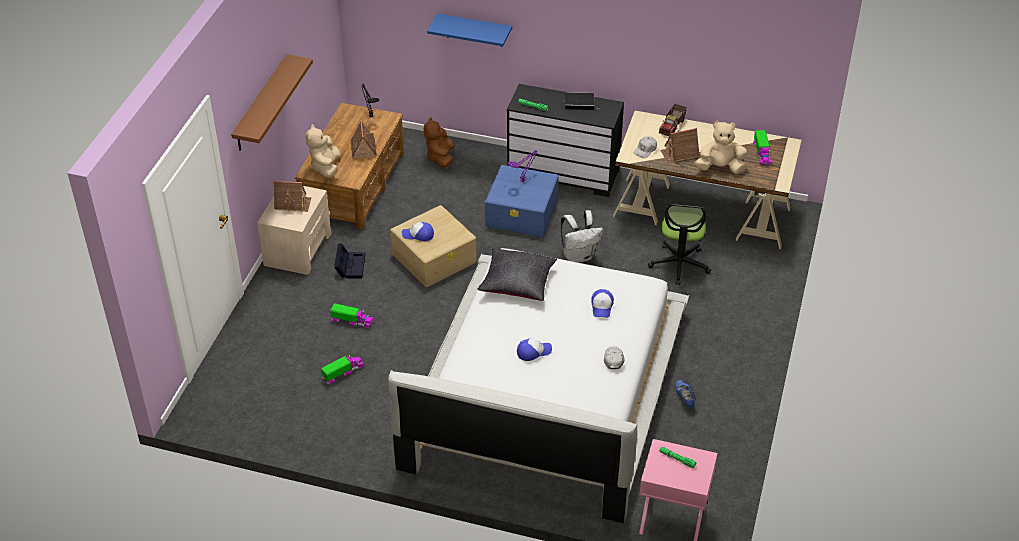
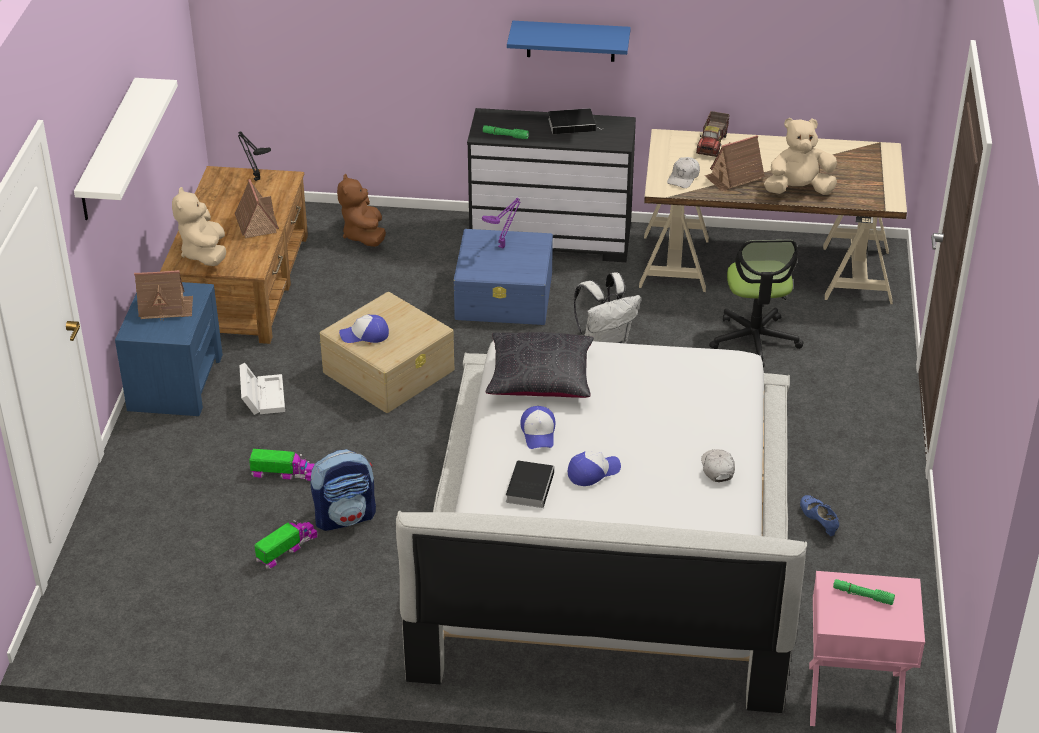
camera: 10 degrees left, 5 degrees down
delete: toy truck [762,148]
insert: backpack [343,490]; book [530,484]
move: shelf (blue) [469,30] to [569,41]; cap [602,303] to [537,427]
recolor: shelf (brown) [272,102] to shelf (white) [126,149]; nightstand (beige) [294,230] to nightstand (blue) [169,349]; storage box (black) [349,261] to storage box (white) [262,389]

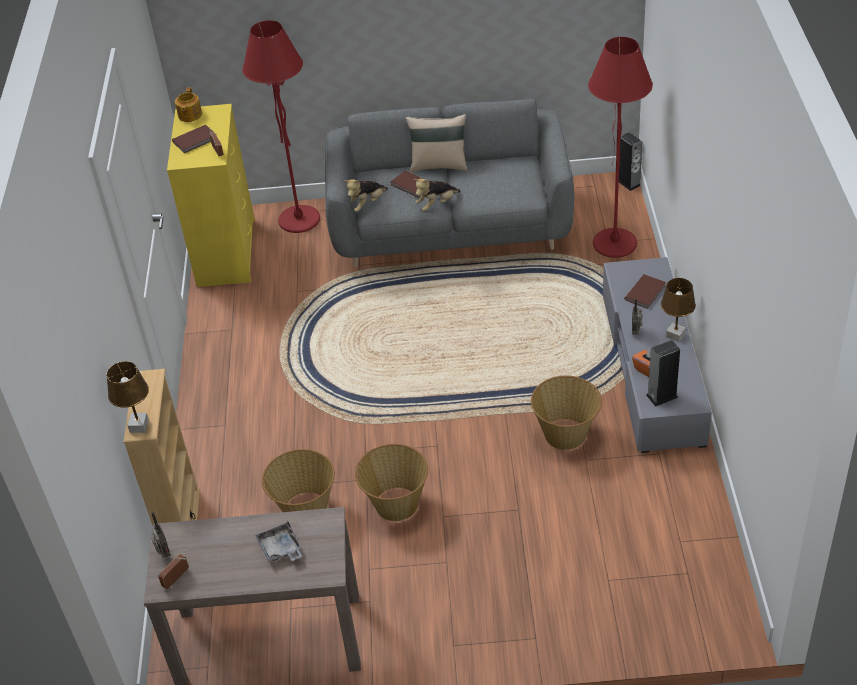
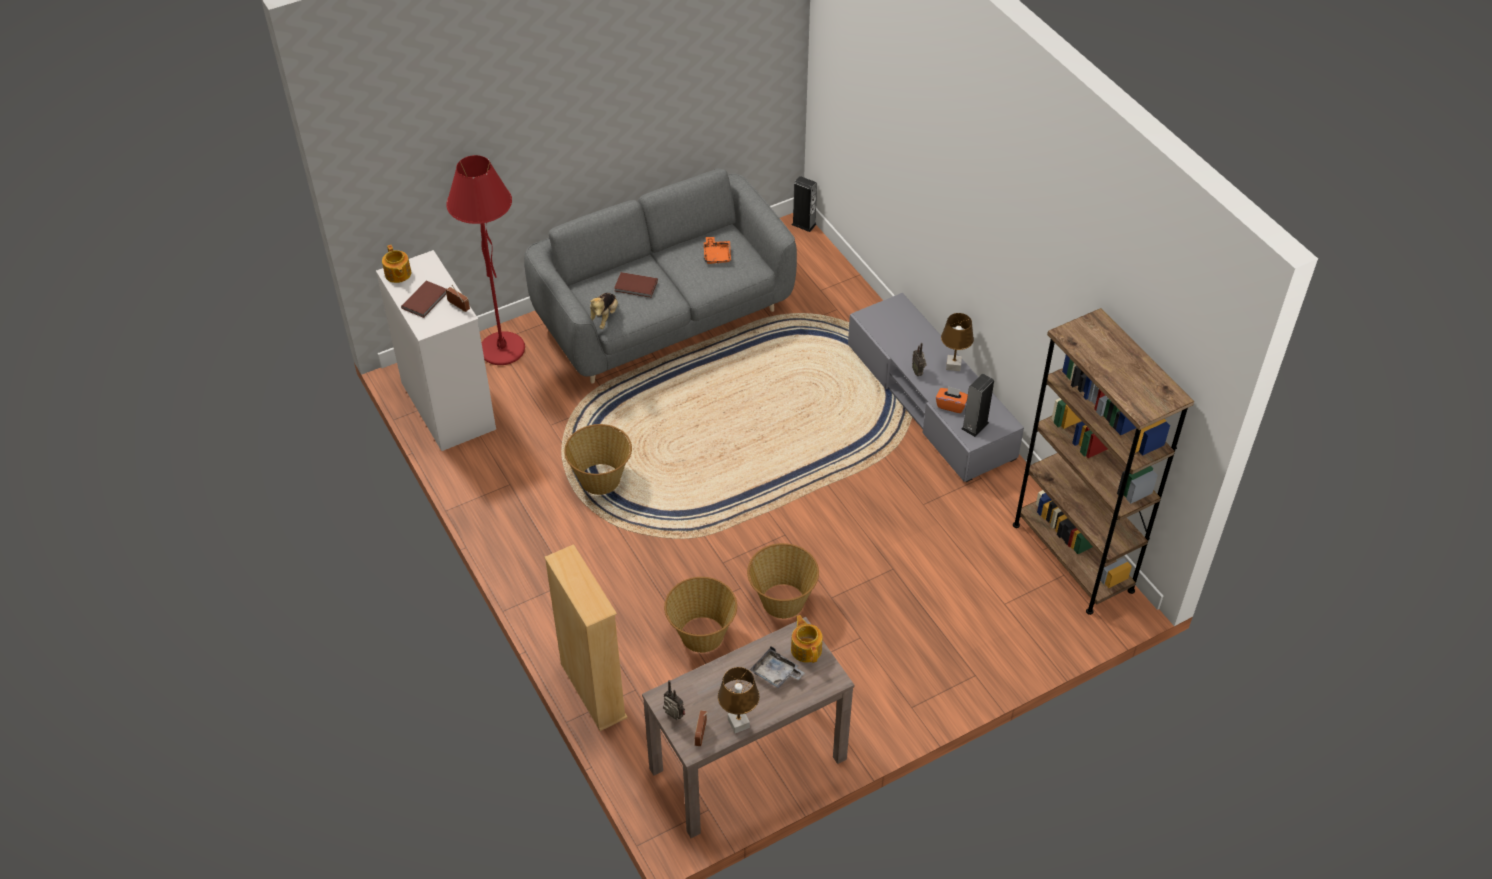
camera: 30 degrees left, 5 degrees up
delete: pillow (beige) [436,143]; plush toy [437,195]; floor lamp (red) [620,147]; book (brown) [645,291]
insert: tray (orange) [717,250]; teapot [806,639]; bookcase (brown) [1103,461]
move: table lamp (brown) [127,397] to [738,700]; basket [566,413] to [598,459]
recolor: dresser (yellow) [211,195] to dresser (white) [436,350]

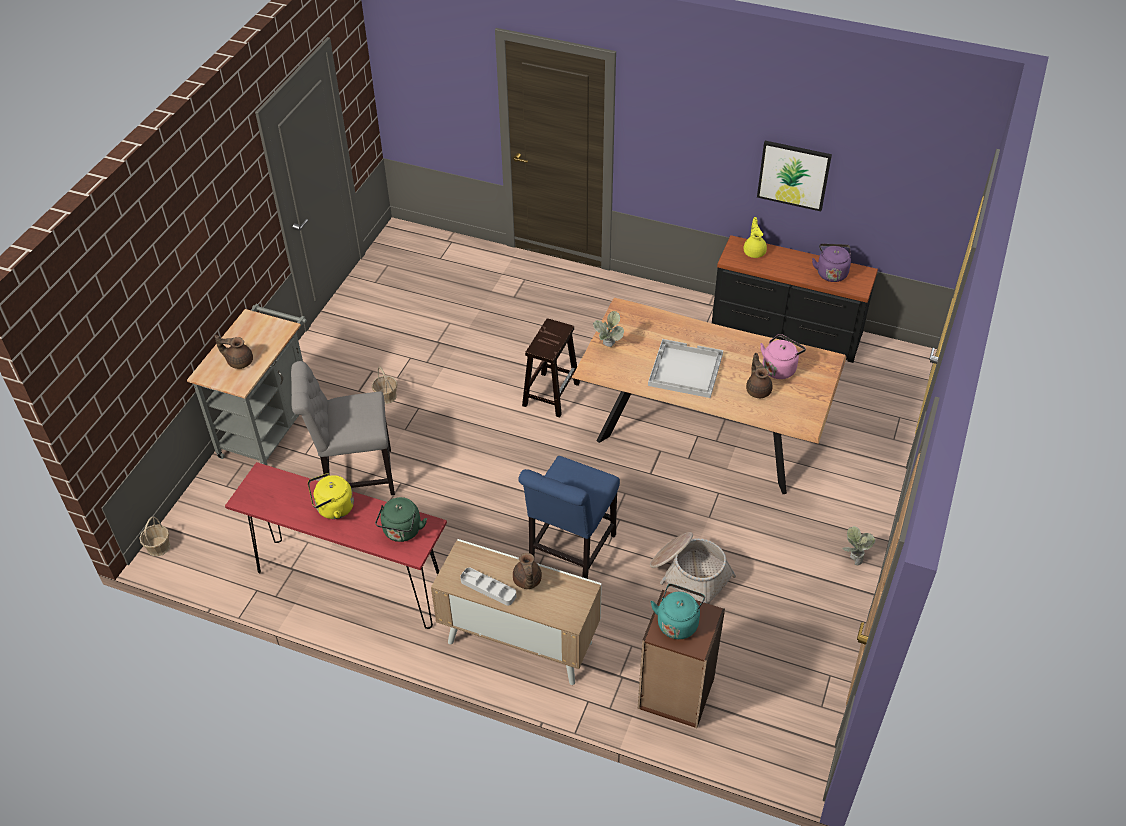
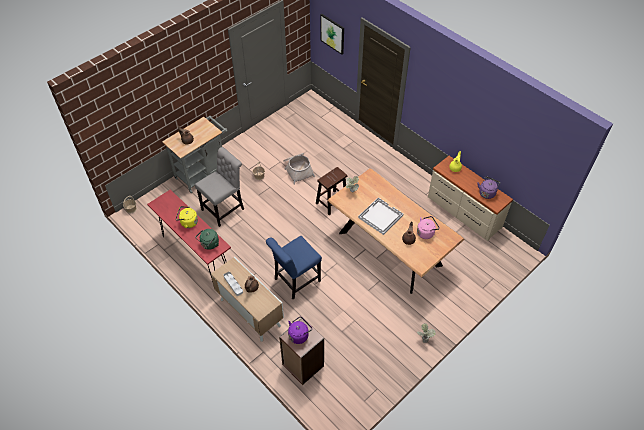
camera: 25 degrees right, 5 degrees up
move: basket [693,568] to [299,169]; picture [794,176] to [332,34]
recolor: kettle (turquoise) [678,611] to kettle (purple) [300,330]; dresser (black) [795,299] to dresser (beige) [470,198]
rotate: chair (grey) [343,428] = [219,187] 120 degrees clockwise

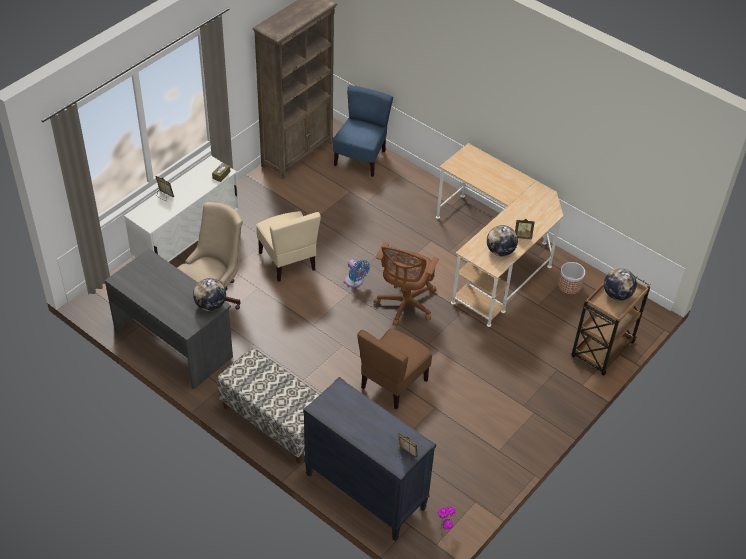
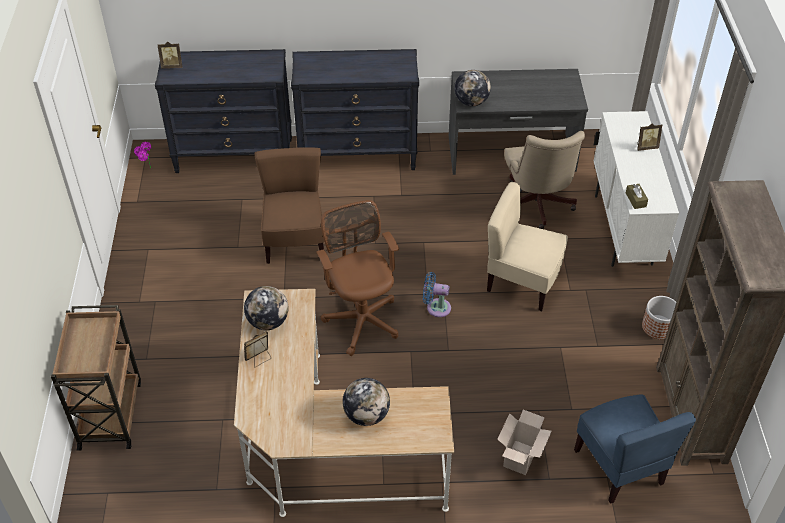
camera: 140 degrees right, 0 degrees up
insert: cardboard box [524,442]
move: planter [571,278] to [659,317]; globe [620,284] to [366,402]
replace: bench [268,405] to dresser (black) [355,109]

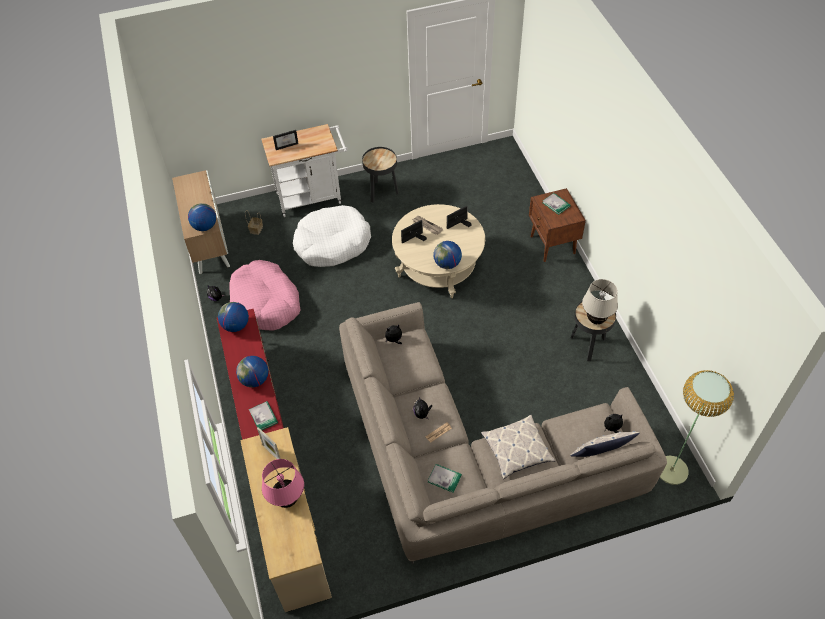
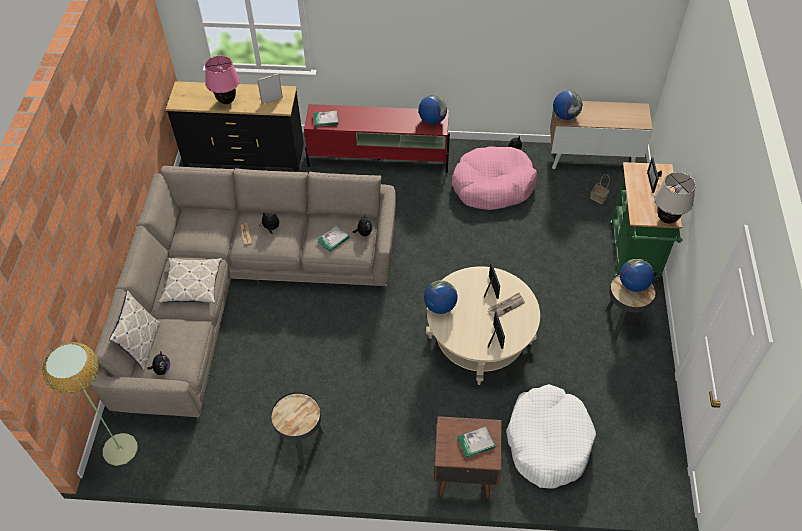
camera: 110 degrees right, 0 degrees up
move: globe [252,371] to [637,275]; dog bed (white) [332,236] to [551,436]; book [445,478] to [333,238]; table lamp (beige) [600,301] to [675,198]
recolor: dresser (beige) [286,519] to dresser (black) [235,126]; cart (white) [304,170] to cart (green) [646,221]

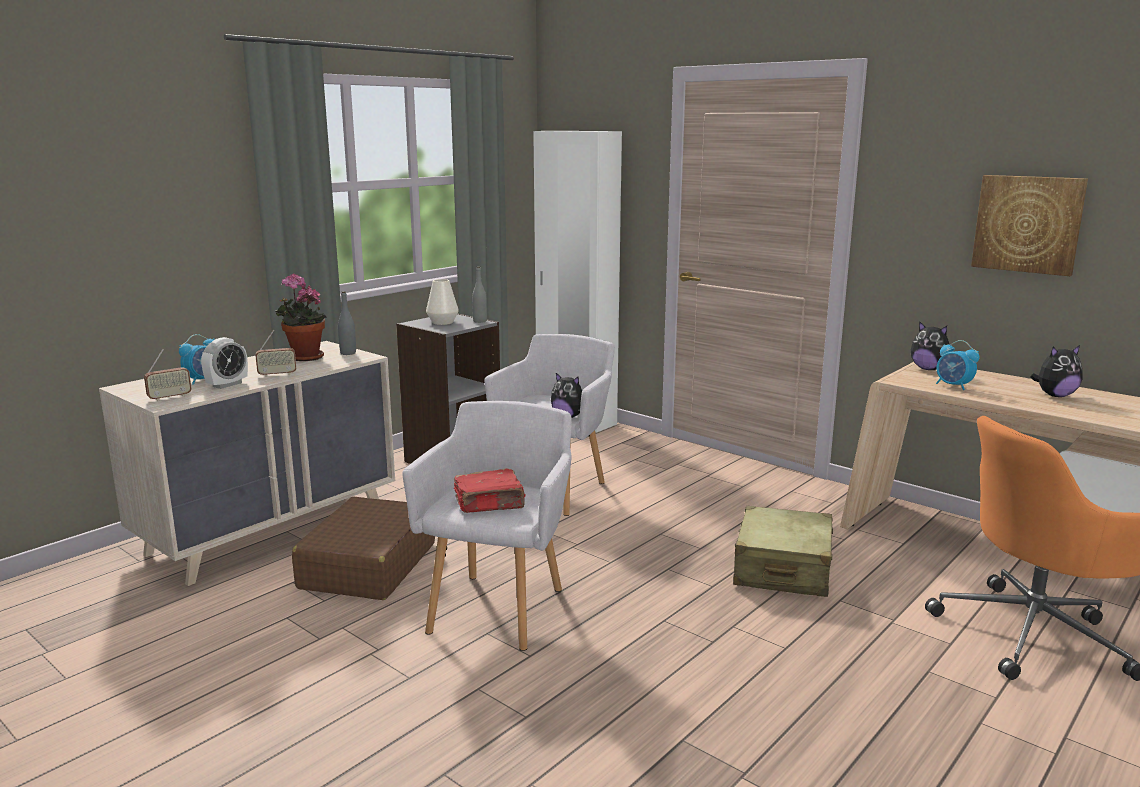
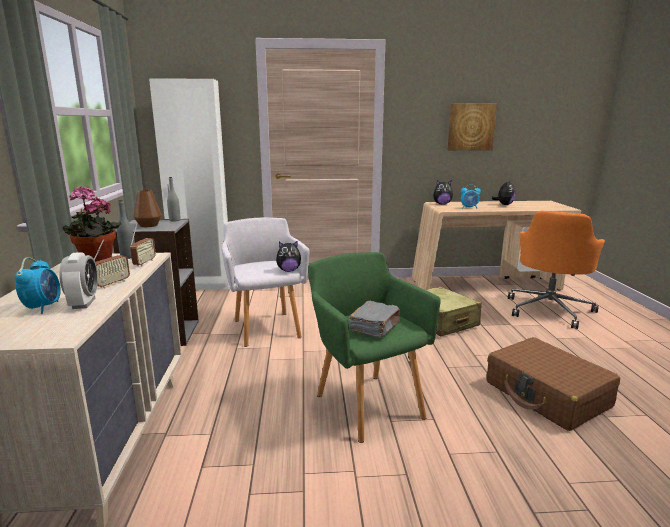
camera: 45 degrees left, 0 degrees up
move: radio [168,375] to [143,245]; suitcase (brown) [363,548] to [553,384]
recolor: armchair (grey) [487,526] to armchair (green) [374,347]; vase (white) [442,302] to vase (brown) [147,208]; book (red) [489,491] to book (grey) [374,319]

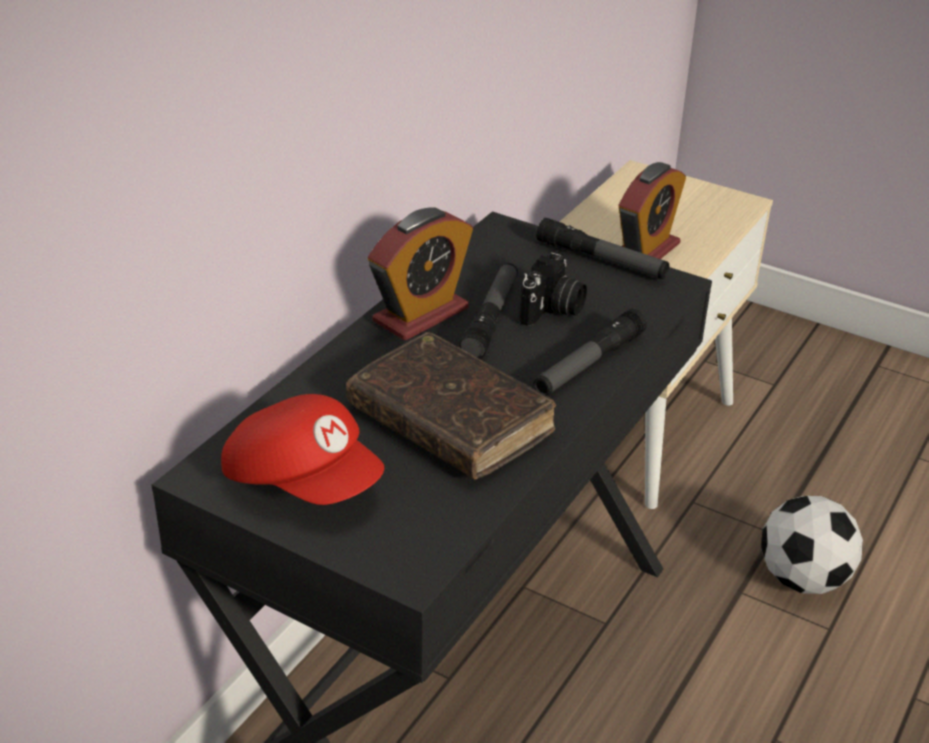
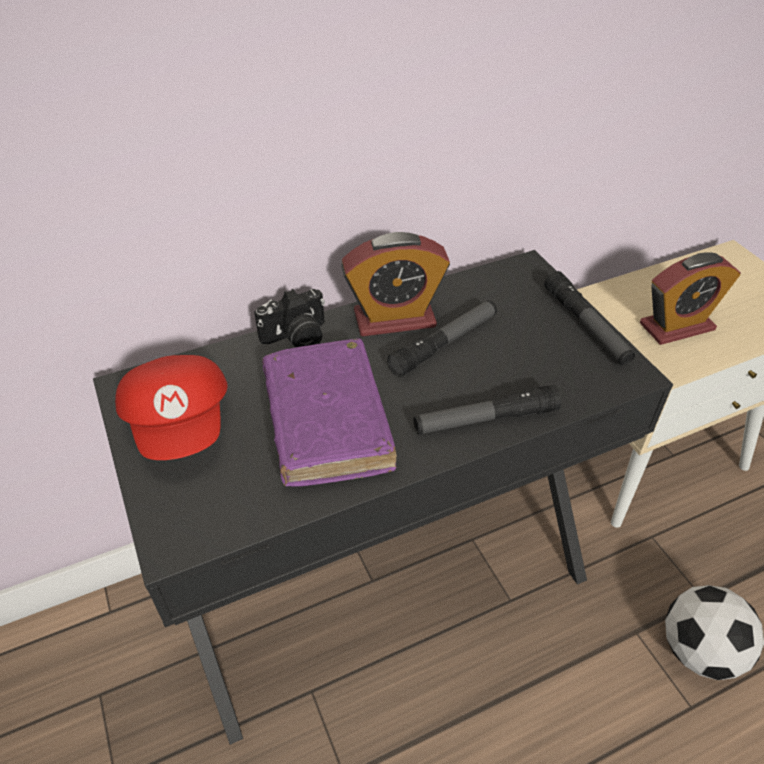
camera: 35 degrees right, 10 degrees up
move: photo camera [553,288] to [289,318]
recolor: book (brown) [451,406] to book (purple) [329,412]

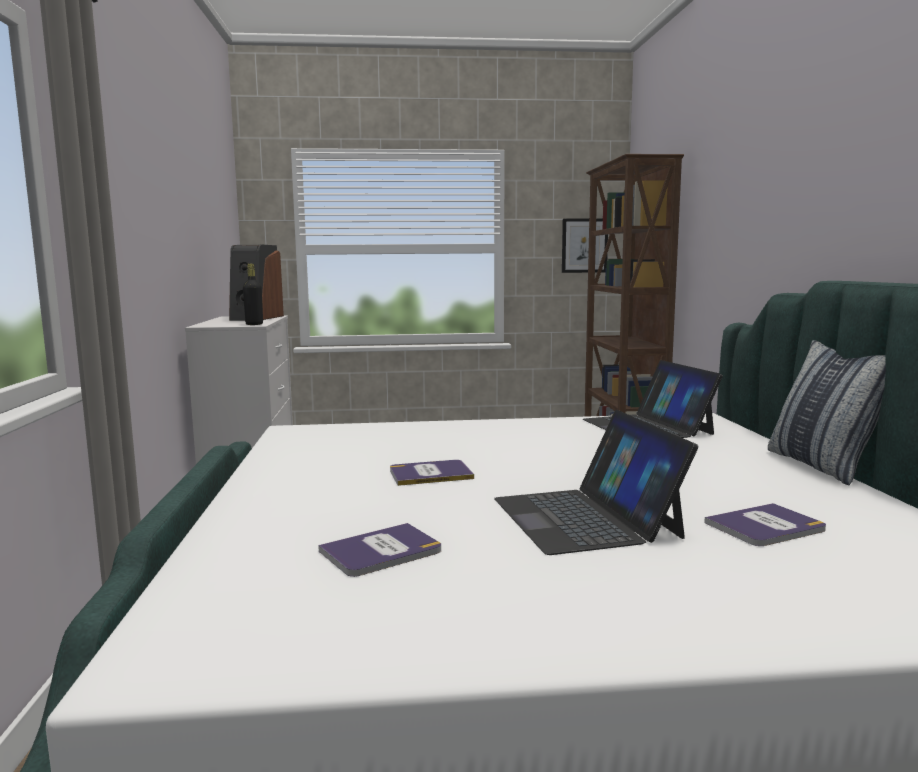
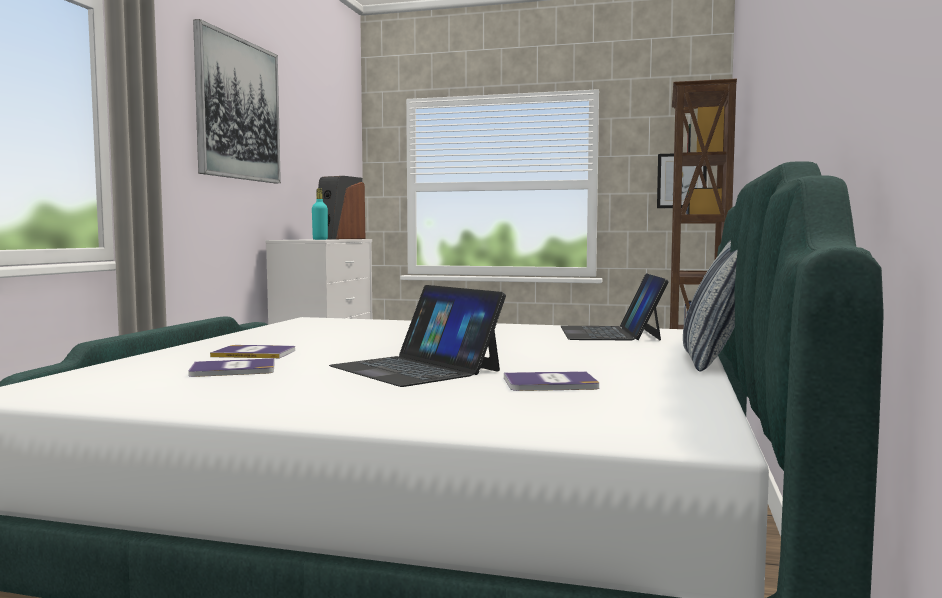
camera: 20 degrees right, 5 degrees down
insert: picture [237,101]
move: book [432,473] to [252,351]
recolor: bottle (black) [253,294] to bottle (turquoise) [320,214]
rotate: laptop [596,482] = [417,336] 45 degrees counterclockwise

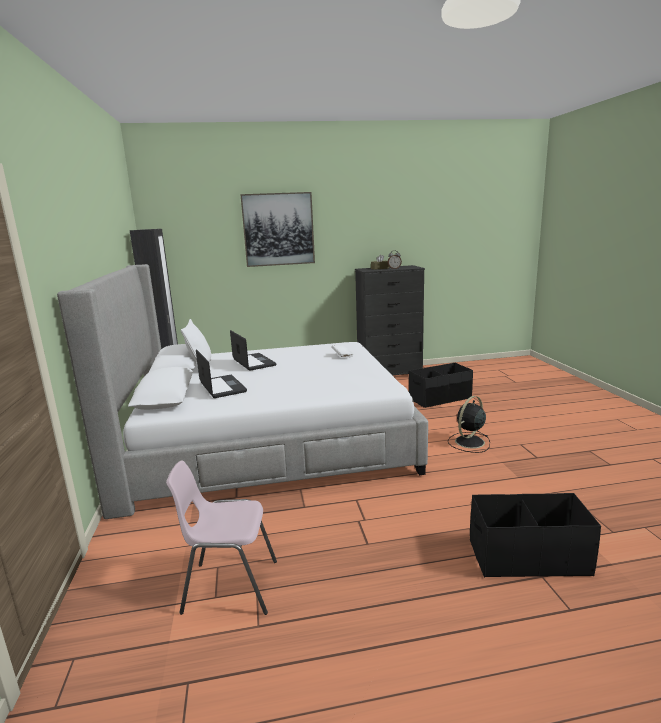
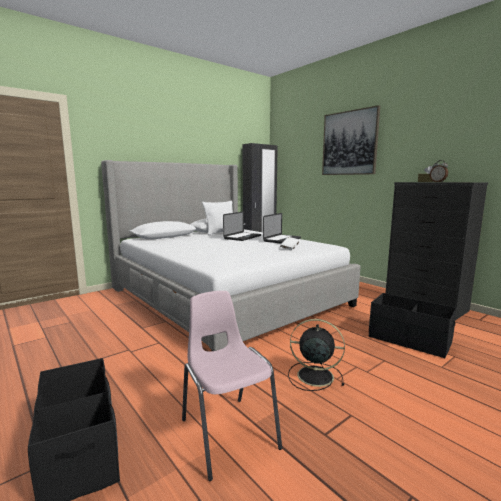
camera: 60 degrees right, 5 degrees down
move: chair (pink) [221,537] to [232,386]; laptop [221,373] to [282,228]

